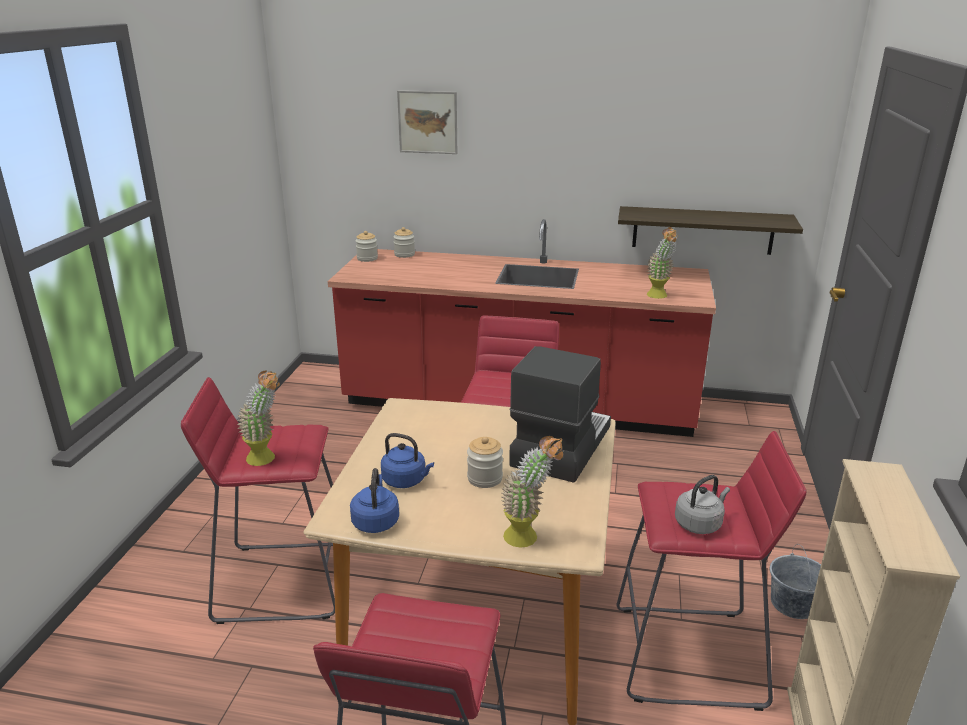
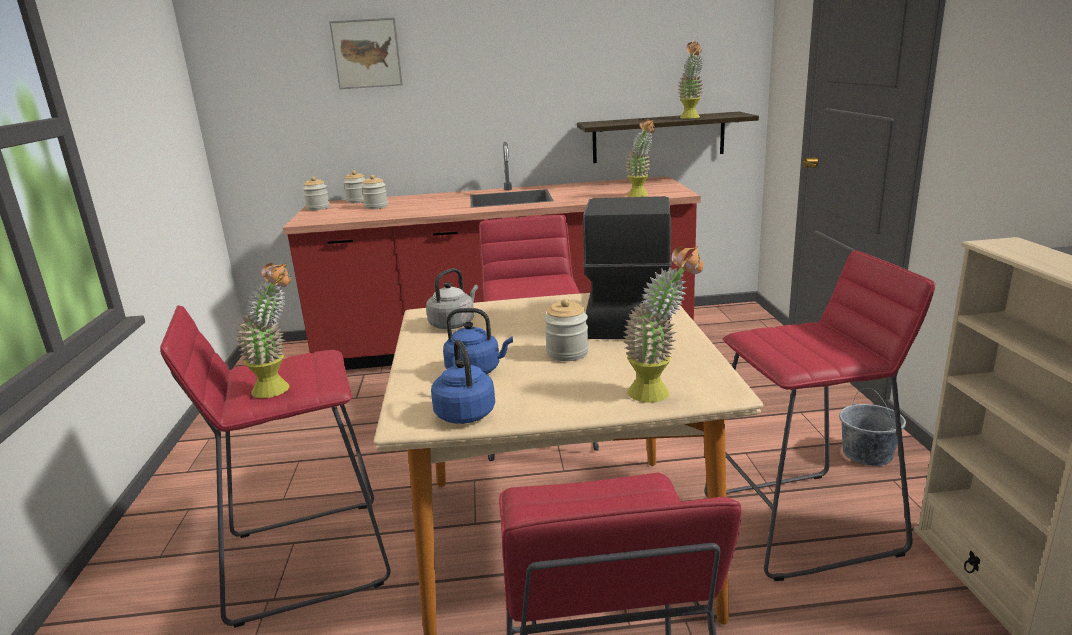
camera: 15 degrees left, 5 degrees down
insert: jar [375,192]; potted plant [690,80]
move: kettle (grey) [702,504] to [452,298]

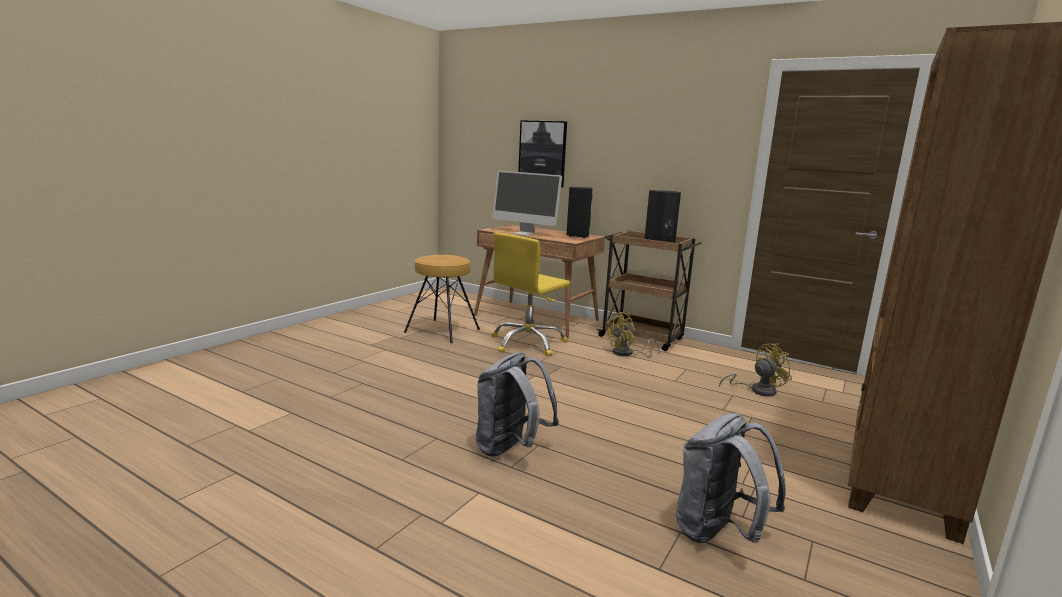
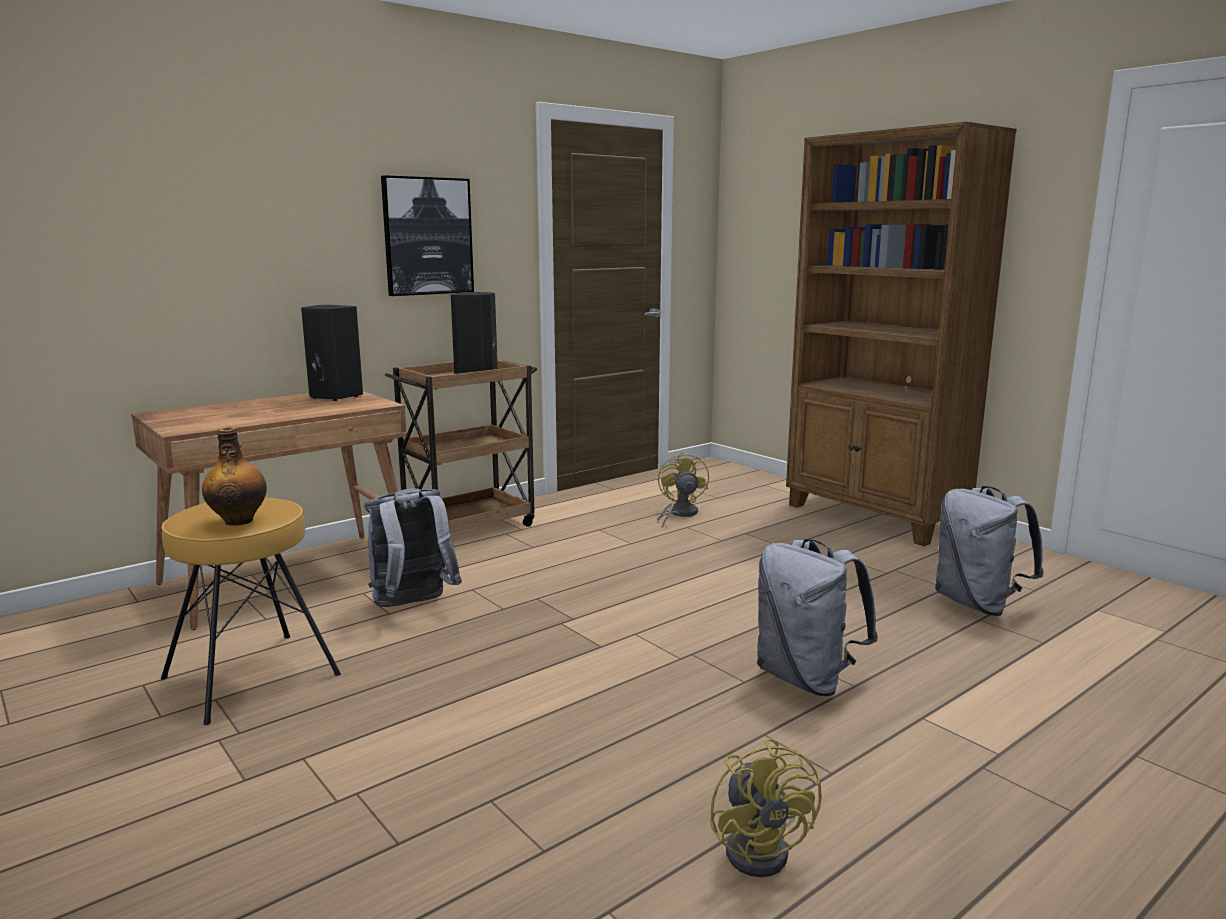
camera: 70 degrees left, 0 degrees up
delete: monitor [527,202]
insert: bottle [234,476]
move: picture [542,154] to [427,235]; fan (yellow) [632,334] to [766,807]
replace: office chair (yellow) [530,294] to backpack (grey) [413,547]

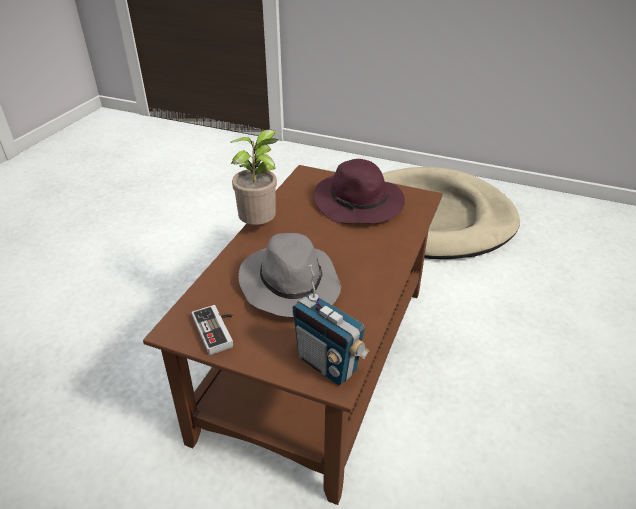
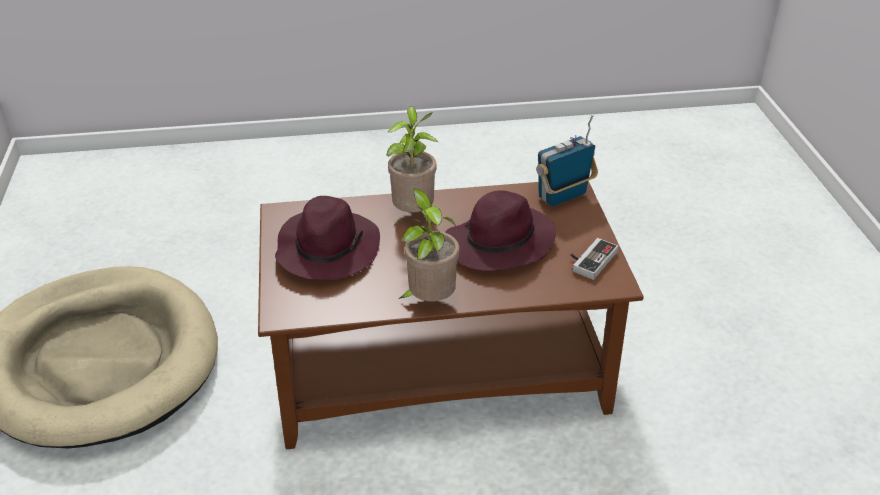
camera: 120 degrees left, 0 degrees up
insert: potted plant [412,159]
recolor: hat (grey) [289,275] to hat (purple) [500,230]
rotate: radio [331,325] = [567,161] 135 degrees counterclockwise

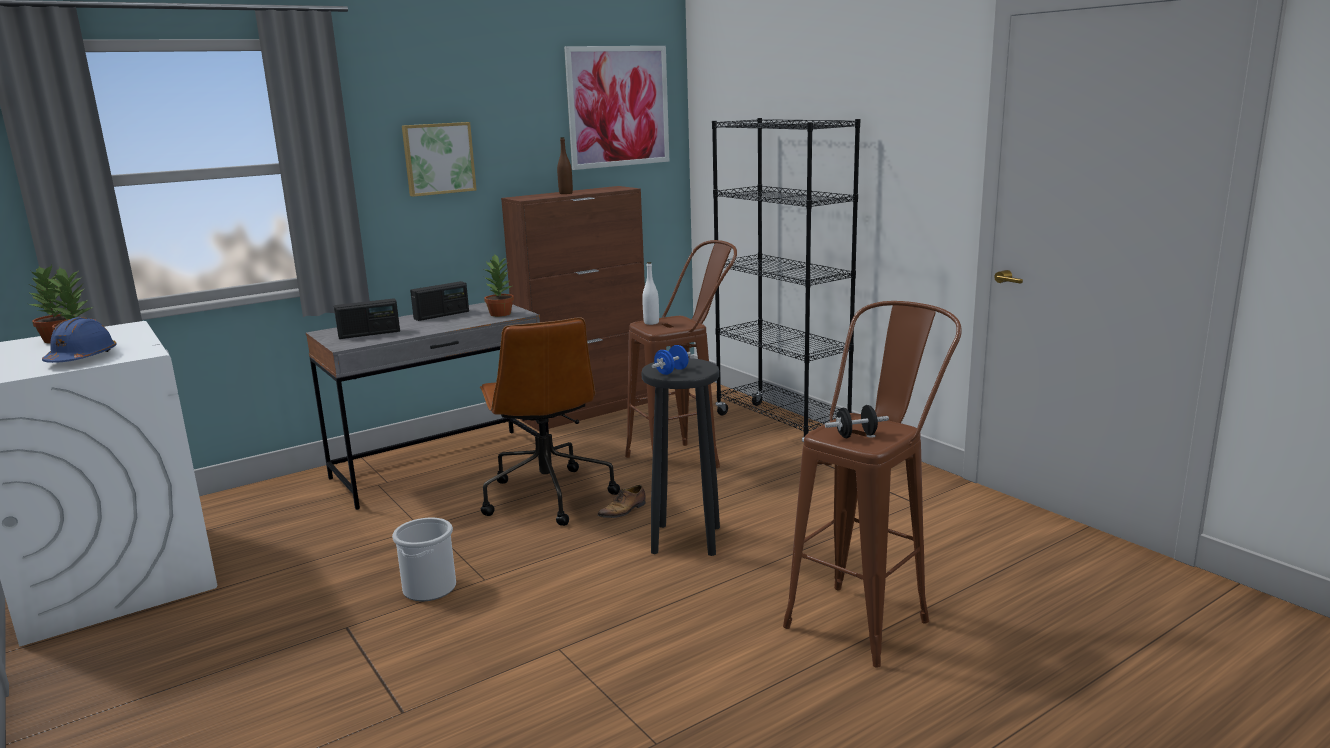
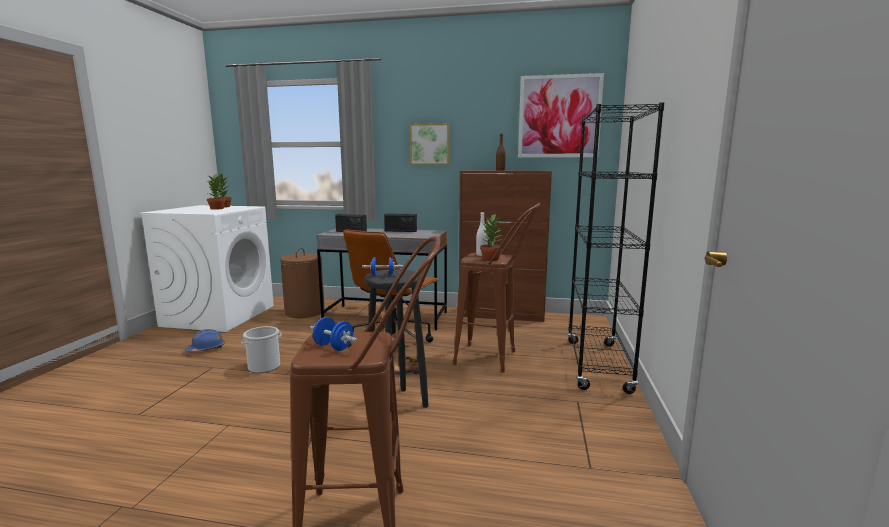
camera: 45 degrees right, 5 degrees down
insert: laundry basket (brown) [302,283]
move: hard hat (blue) [79,340] to [205,340]; potted plant [499,286] to [491,237]
recolor: dumbbell (black) [857,421] to dumbbell (blue) [334,334]

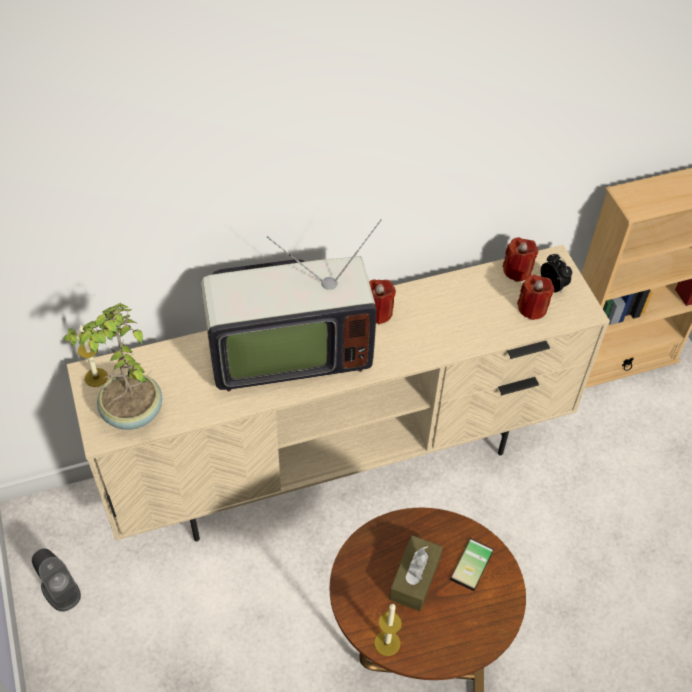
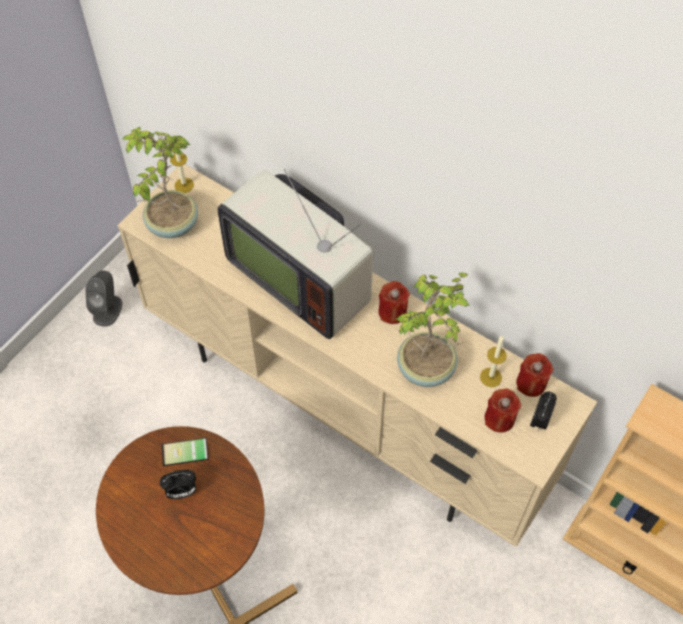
camera: 55 degrees right, 5 degrees up
insert: potted plant [433,329]
move: candle [388,630] to [493,361]; phone [472,564] to [185,452]
replace: tissue box (brown) [416,573] to alarm clock [178,484]

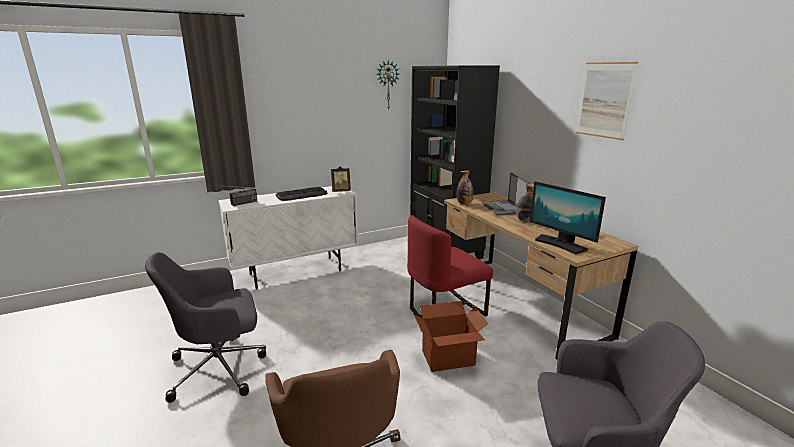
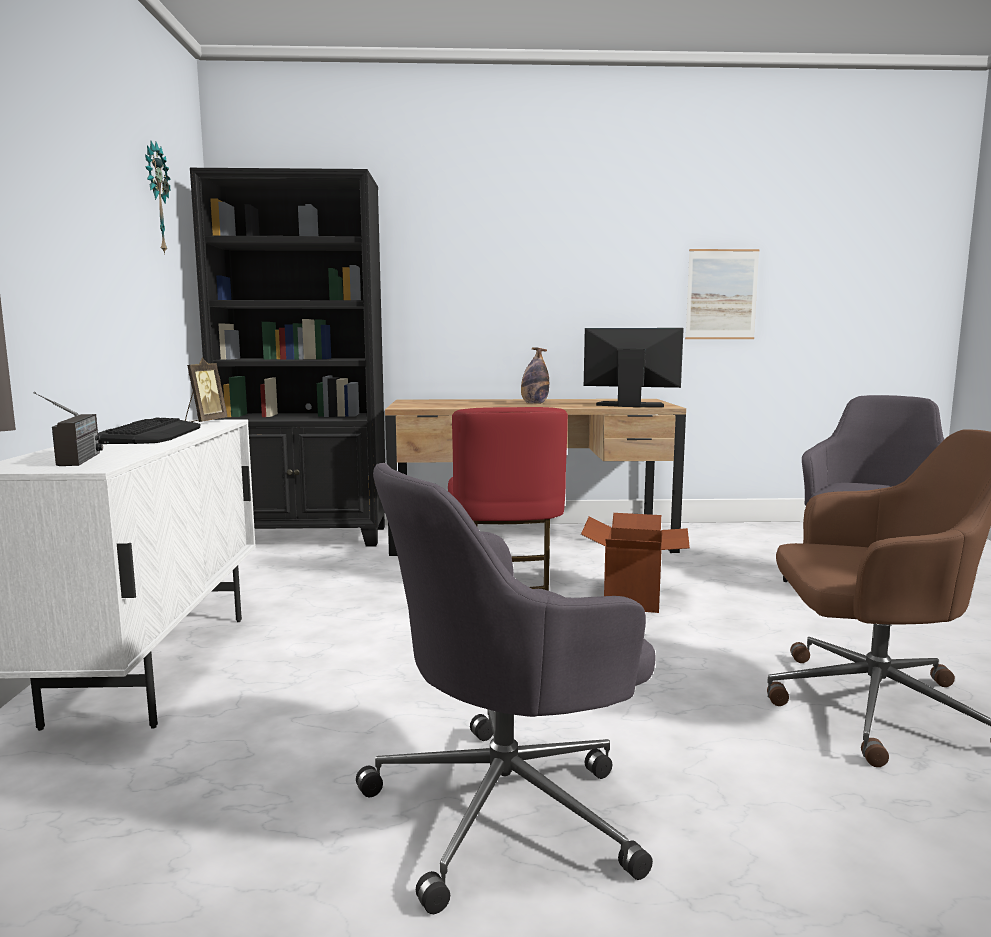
camera: 65 degrees left, 10 degrees down
delete: bottle [465,187]; laptop [506,194]
move: picture [607,101] to [722,294]
rotate: office chair (grey) [205,327] = [506,688] 60 degrees clockwise; monitor [568,218] = [634,367] 150 degrees counterclockwise

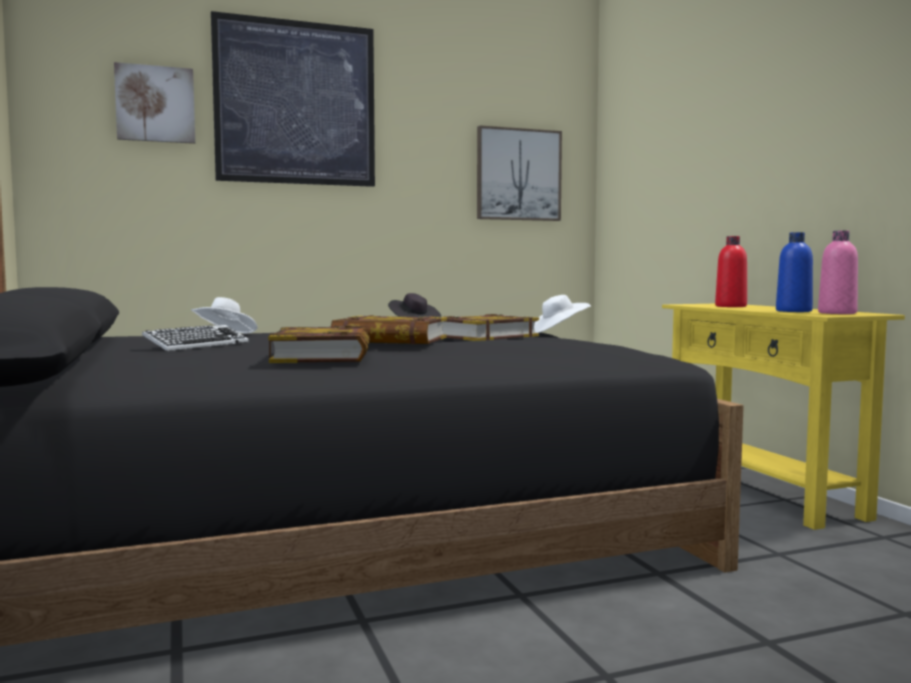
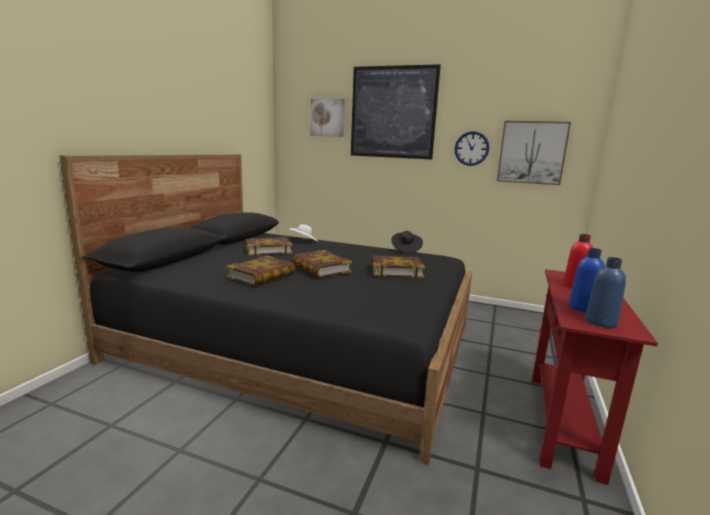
camera: 40 degrees right, 10 degrees up
delete: hat (white) [562,314]
insert: wall clock [472,148]
replace: keyboard [195,338] to book [269,246]
recolor: console table (yellow) [783,417] to console table (red) [595,377]; bottle (pink) [838,272] to bottle (blue) [605,292]

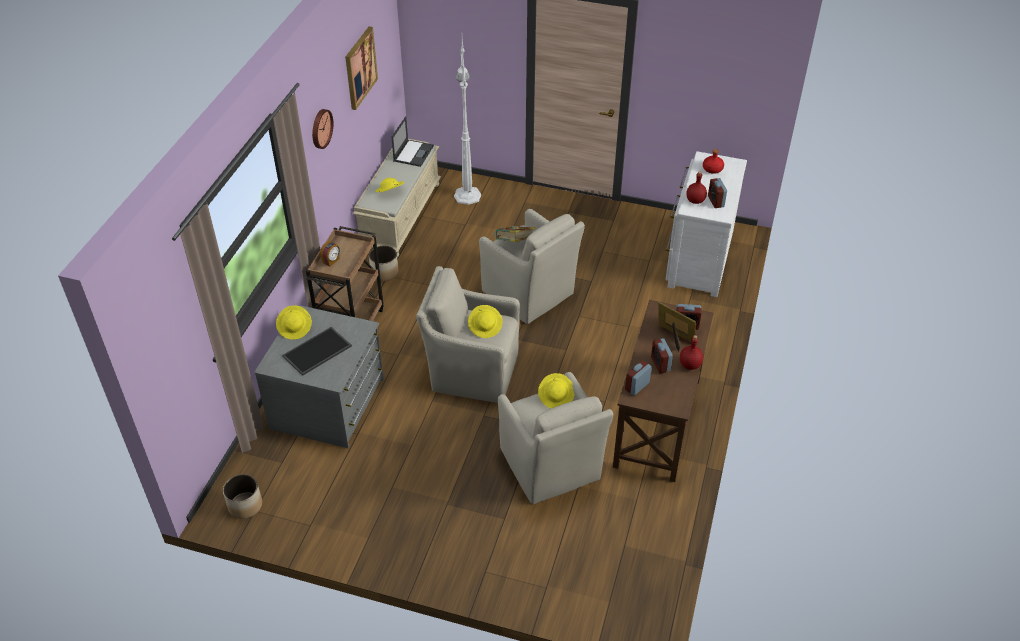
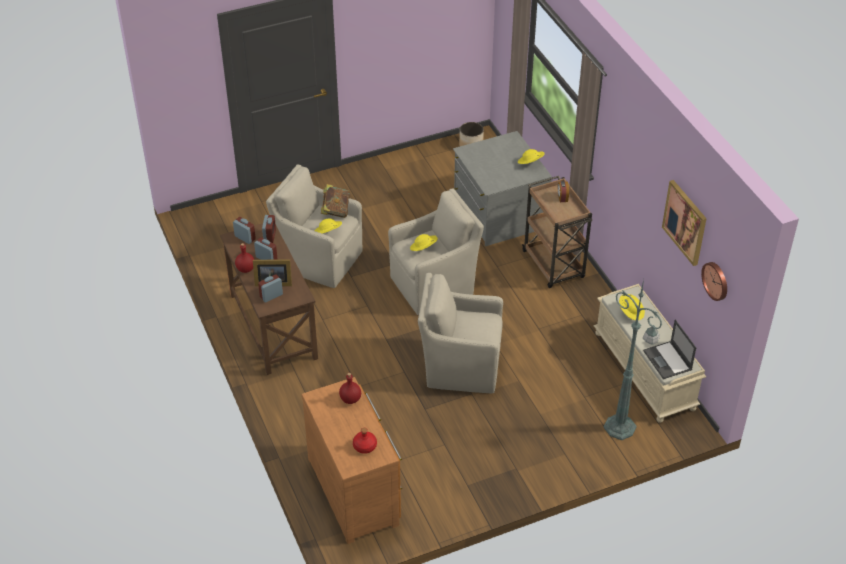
camera: 140 degrees right, 0 degrees up
delete: tray [317,351]; planter [384,263]
move: wall clock [322,129] to [714,281]; book [515,234] to [335,201]; alarm clock [717,193] to [244,230]
recolor: floor lamp (white) [467,121] to floor lamp (green) [632,359]; dresser (white) [706,224] to dresser (brown) [351,460]

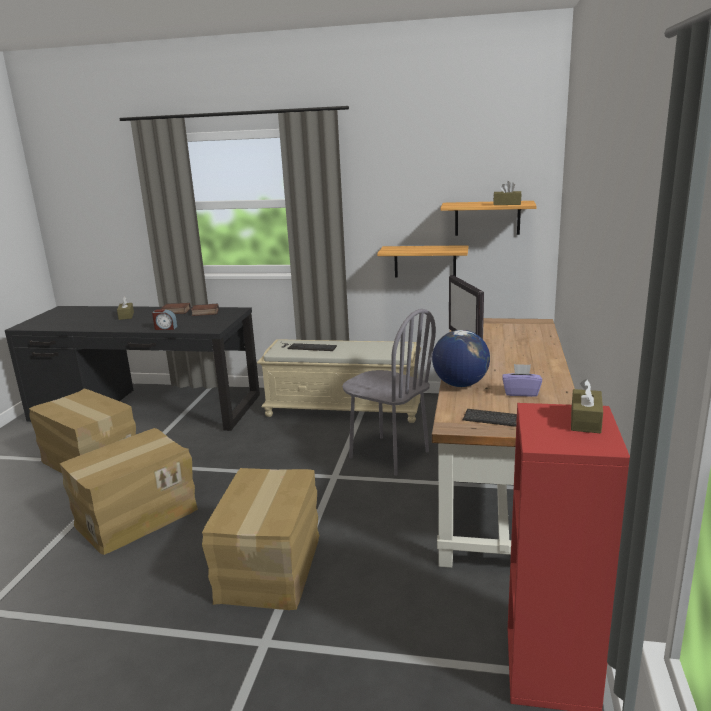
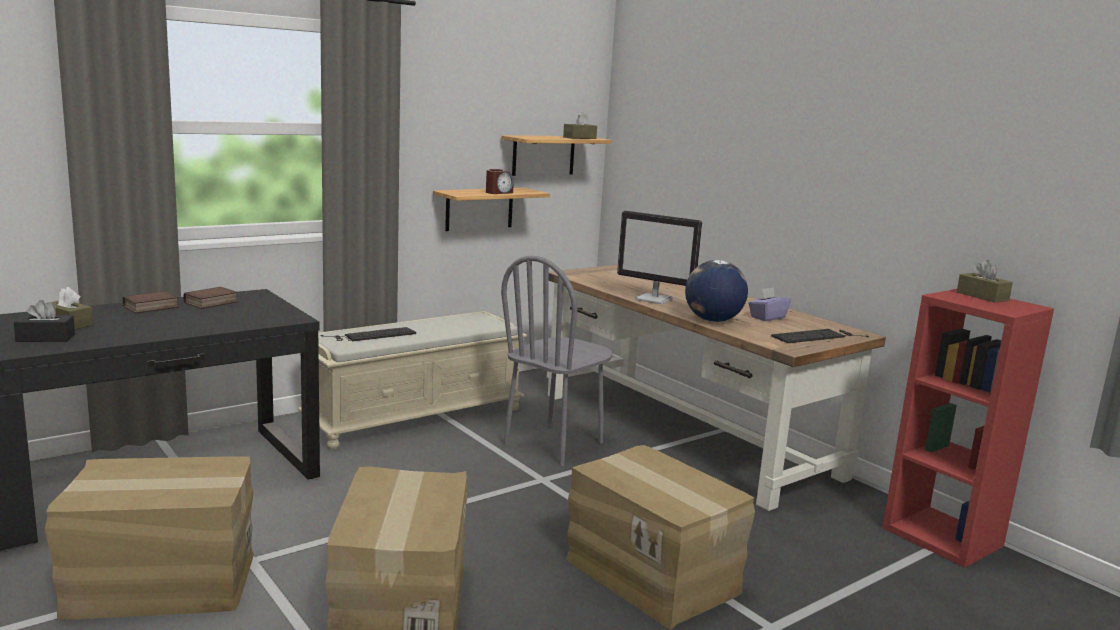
camera: 50 degrees left, 5 degrees down
insert: tissue box (black) [44,321]
move: alarm clock [165,319] to [500,181]
rotate: chair (grey) [389,392] = [557,360] 135 degrees clockwise

